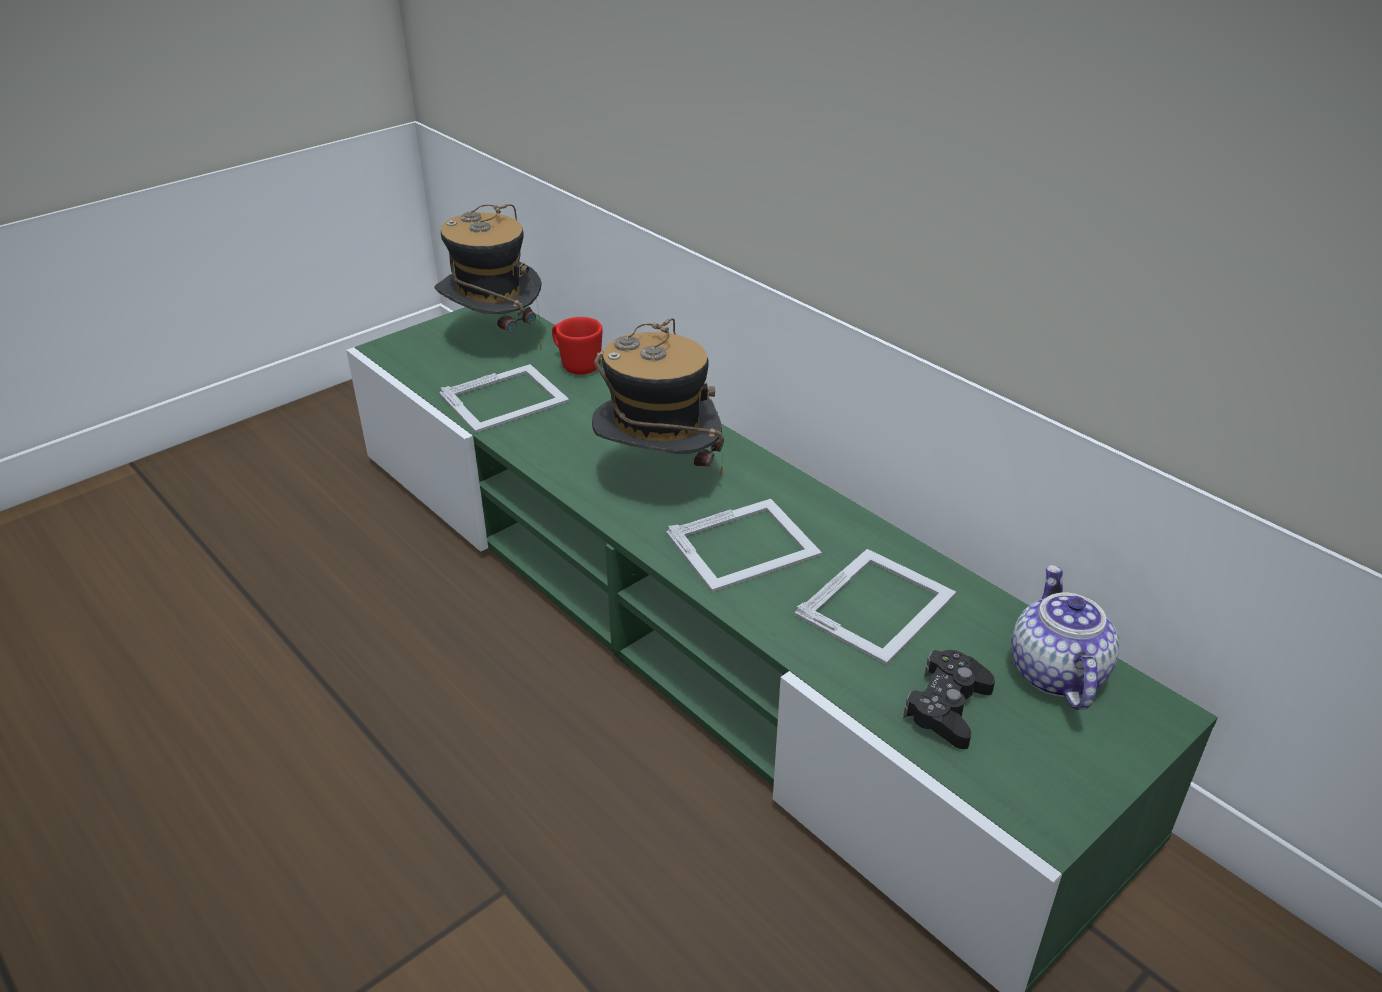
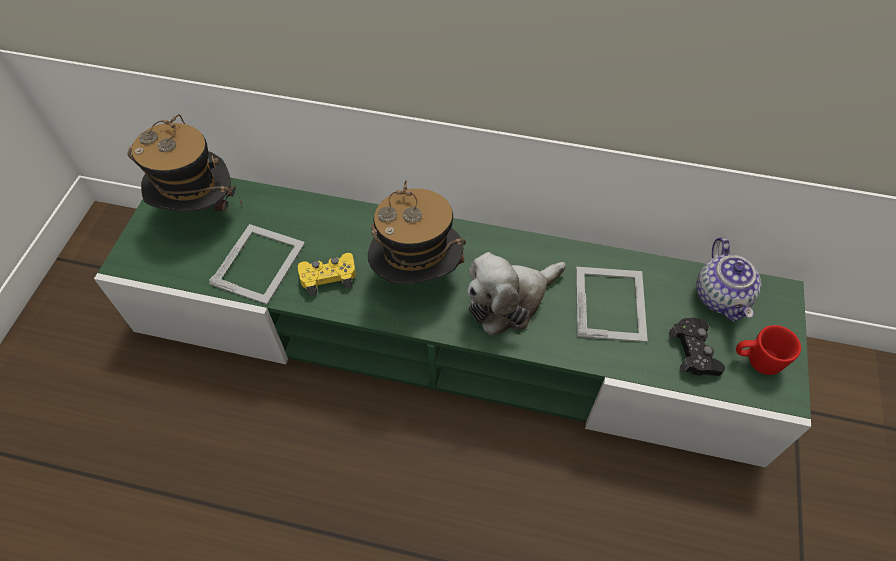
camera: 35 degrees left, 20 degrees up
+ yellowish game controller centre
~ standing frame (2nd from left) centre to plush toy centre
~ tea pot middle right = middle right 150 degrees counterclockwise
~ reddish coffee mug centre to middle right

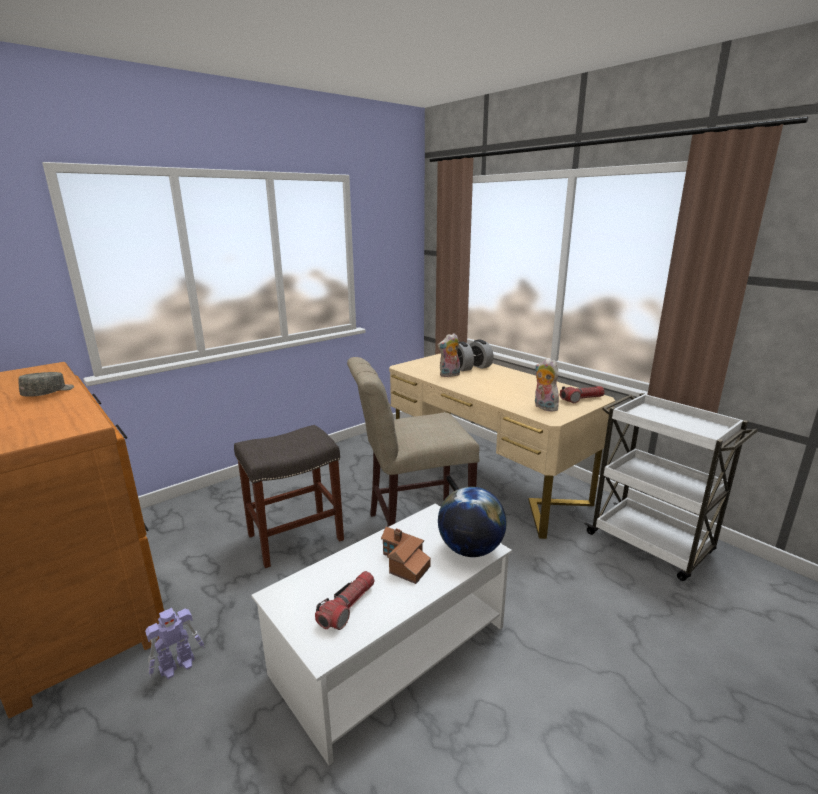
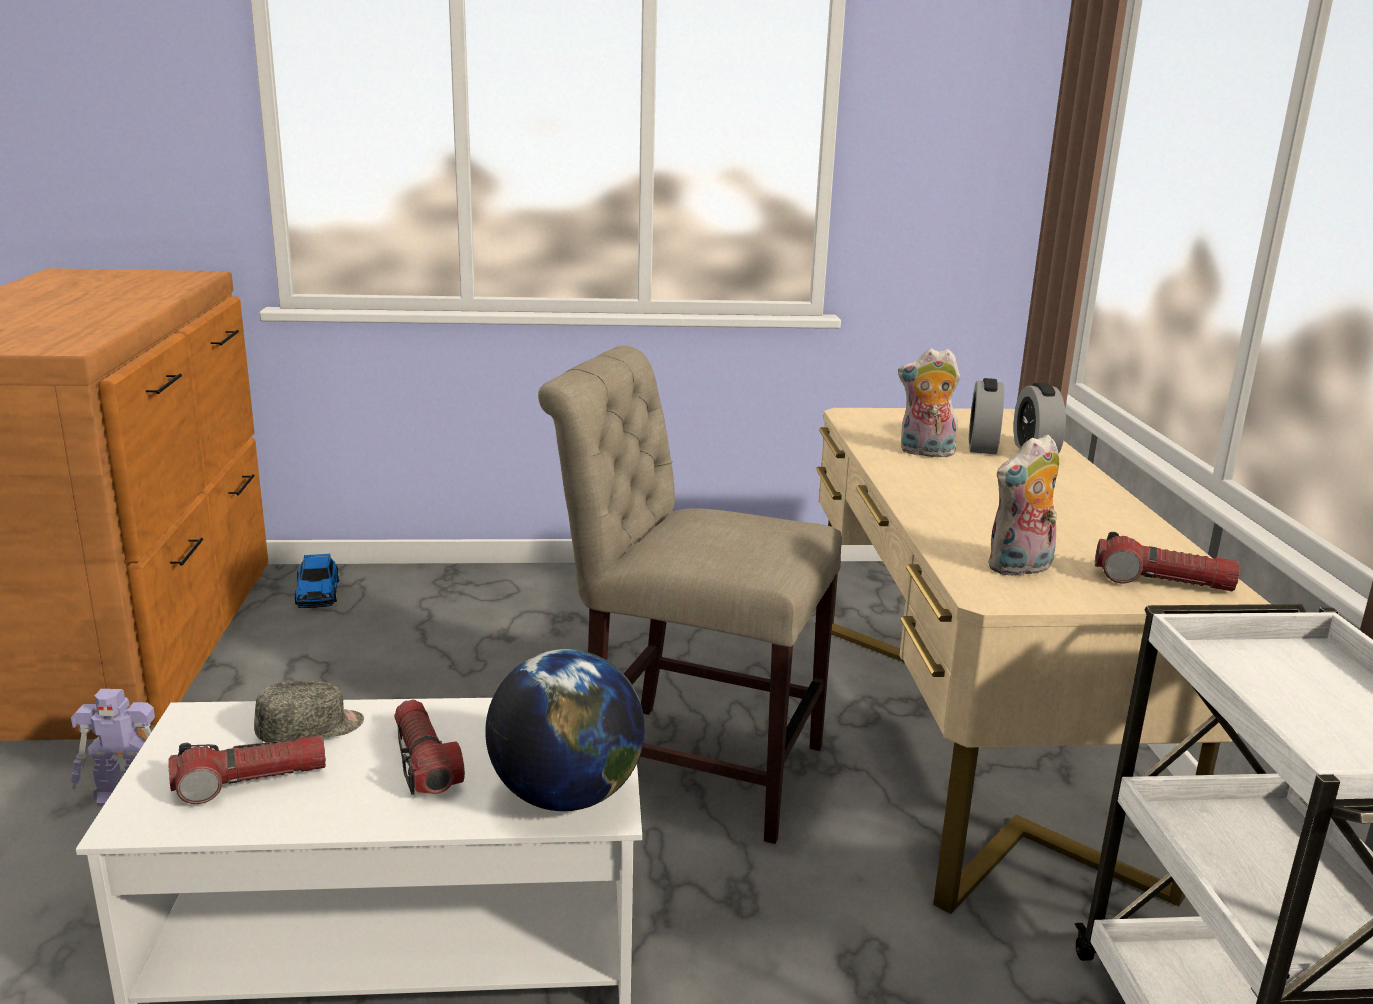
camera: 35 degrees right, 0 degrees up
~ gray peaked cap middle left to bottom left
+ model car middle left
~ miniature house bottom centre to hand torch (2nd from left) bottom left
~ plush toy (2nd from left) middle right = middle right 120 degrees counterclockwise
- gray stool seat centre

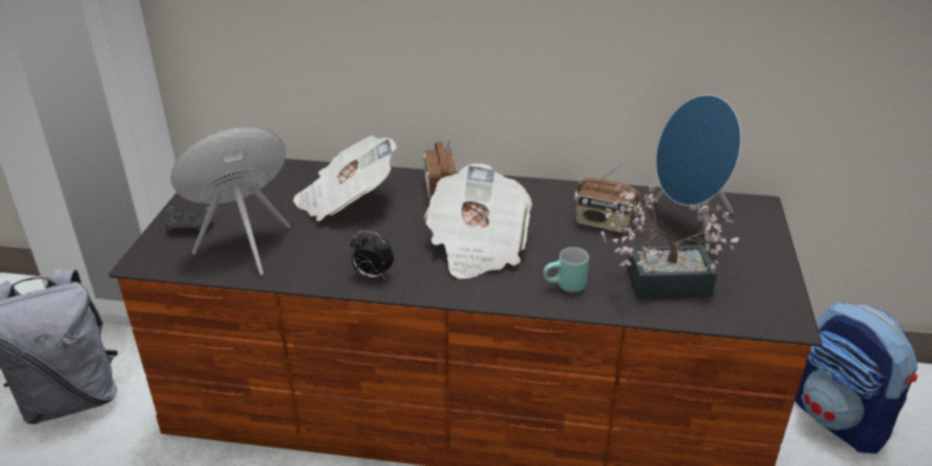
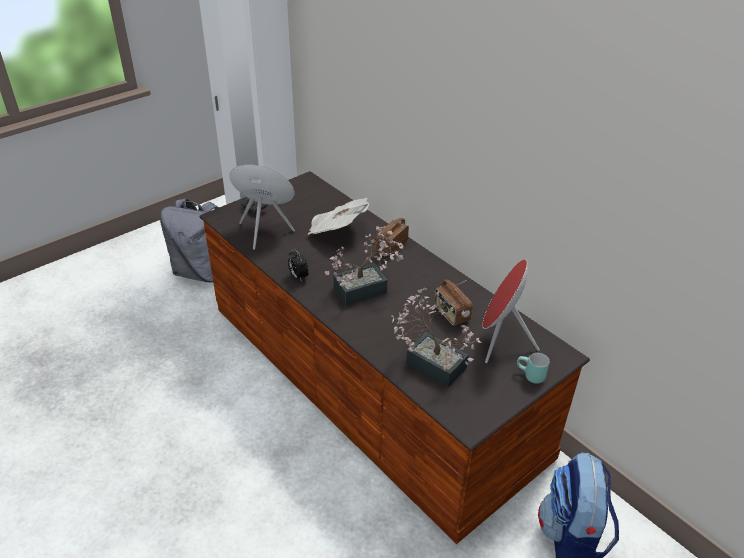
camera: 40 degrees right, 5 degrees up
~ daily paper (2nd from left) centre to potted plant (1st from left) centre
~ blue-coloured audio speaker (2nd from left) middle right to reddish audio speaker middle right
~ blue-green coffee mug centre to middle right

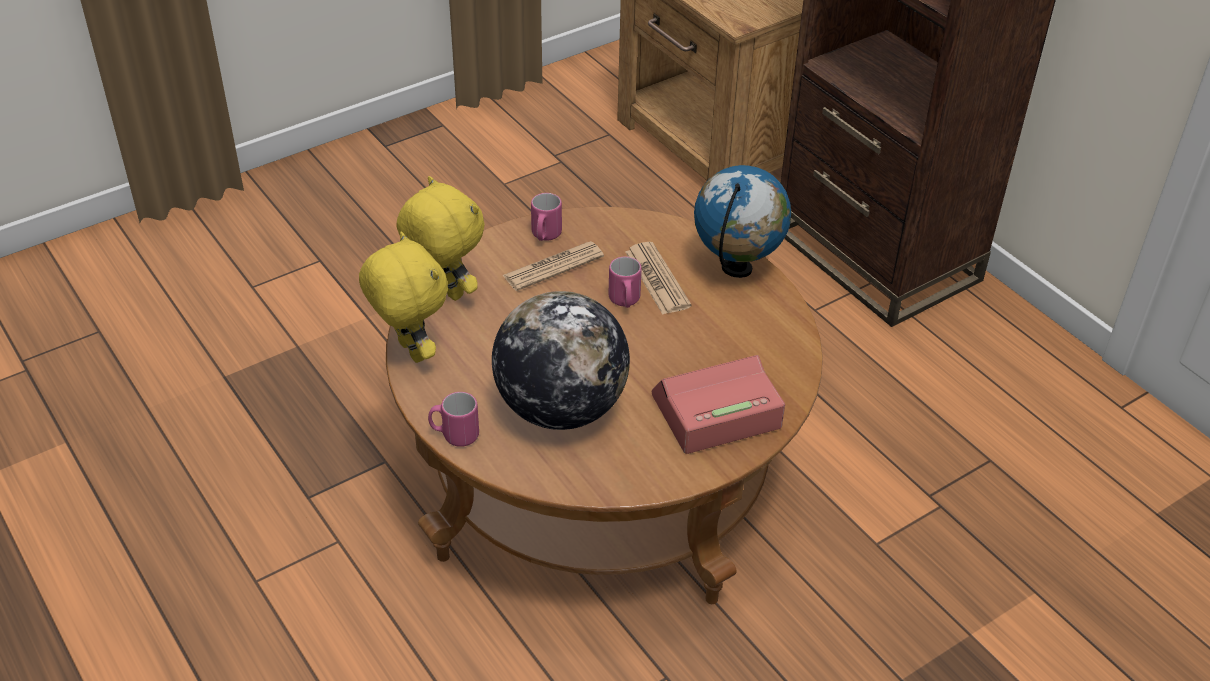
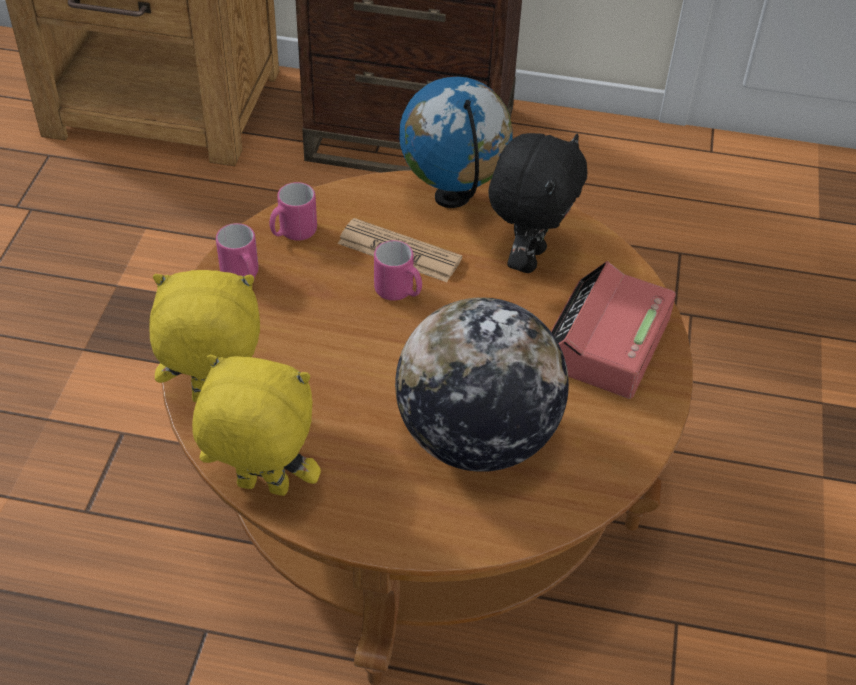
camera: 45 degrees left, 5 degrees up
~ pinkish coffee mug (1st from left in the first image) centre to pinkish coffee mug (2nd from left) top centre
+ blackish plush toy top centre
- daily paper (1st from left) centre

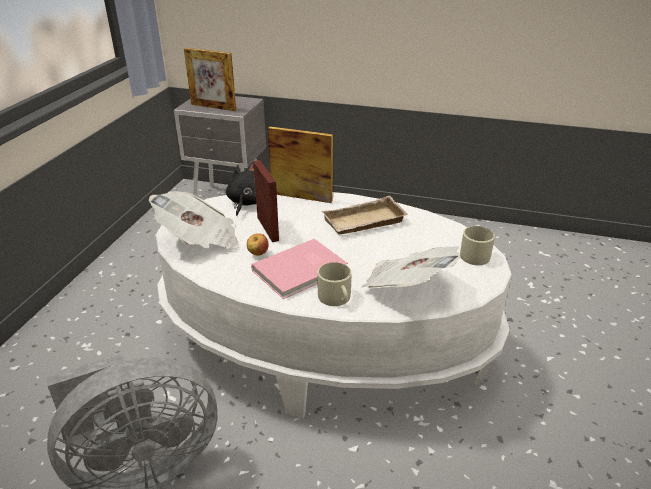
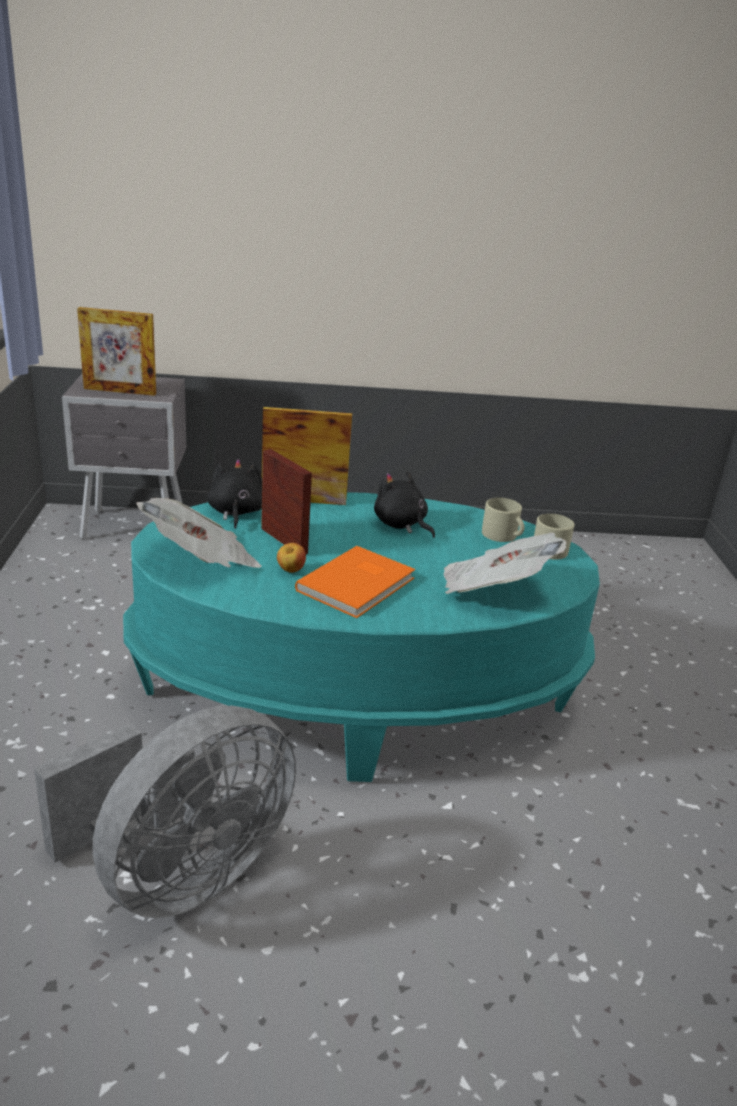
camera: 20 degrees left, 5 degrees down
~ white coffee table centre to blue-green coffee table centre
~ pinkish book centre to orange-coloured book centre
~ sand-coloured carrying tray centre to blackish plush toy (2nd from left) centre
~ sand-coloured coffee mug (1st from left) centre to middle right

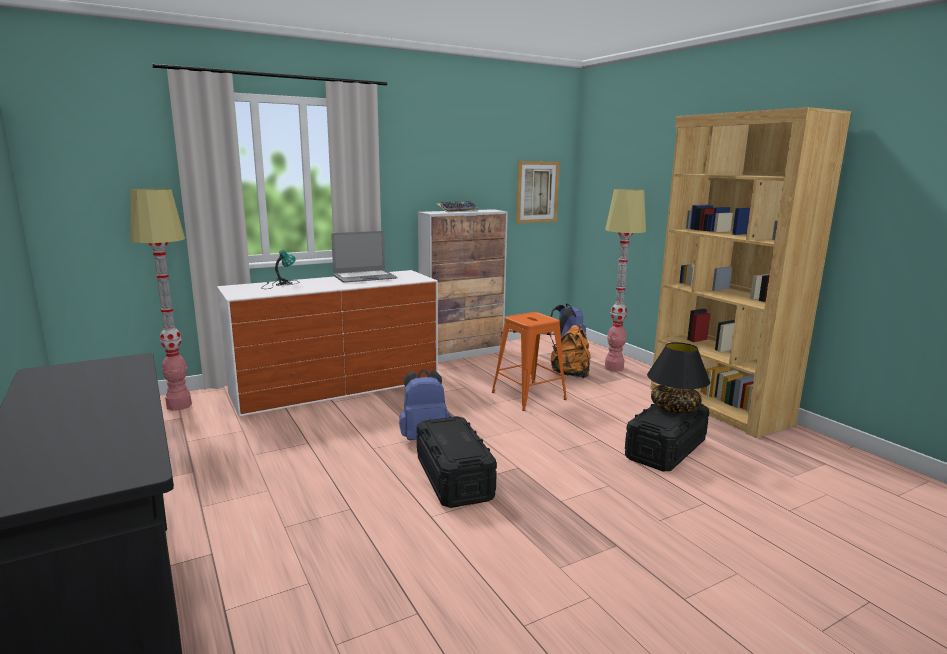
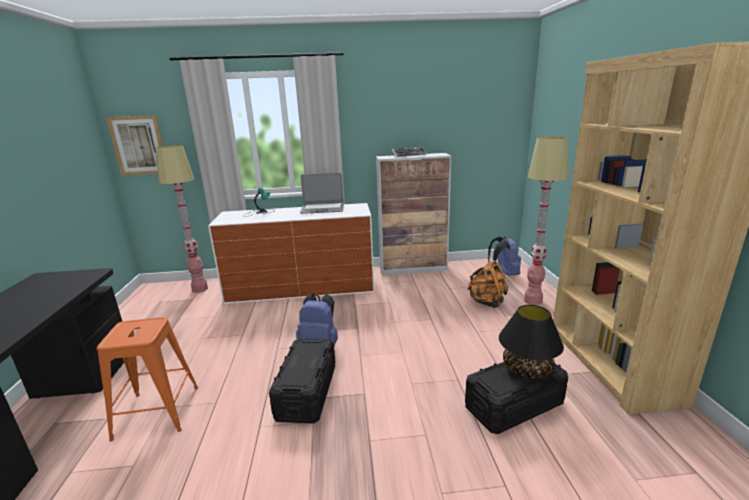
camera: 25 degrees right, 5 degrees up
~ orange-coloured stool seat centre to bottom left
~ picture top centre to top left

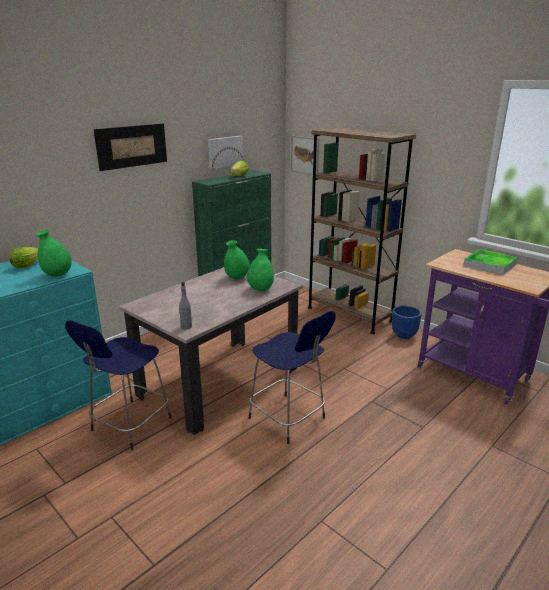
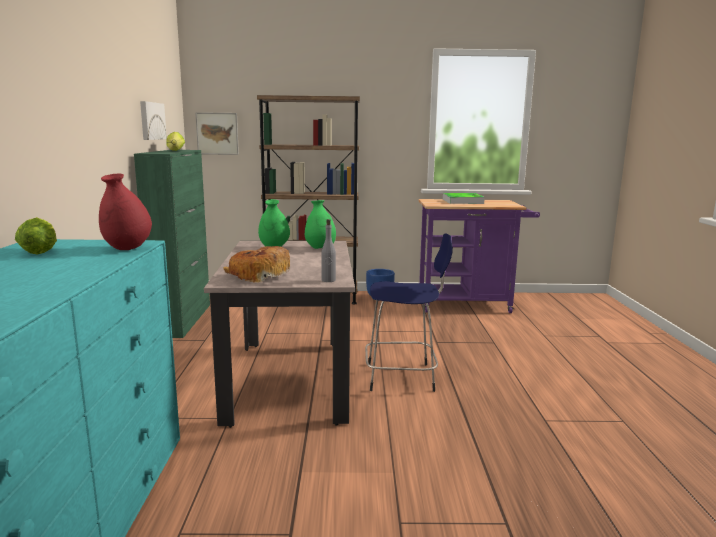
camera: 45 degrees left, 10 degrees down
~ green-coloured vase (1st from left) middle left to reddish vase middle left
+ bread centre
- blue-coloured stool seat (1st from left) middle left
- picture (1st from left) top left

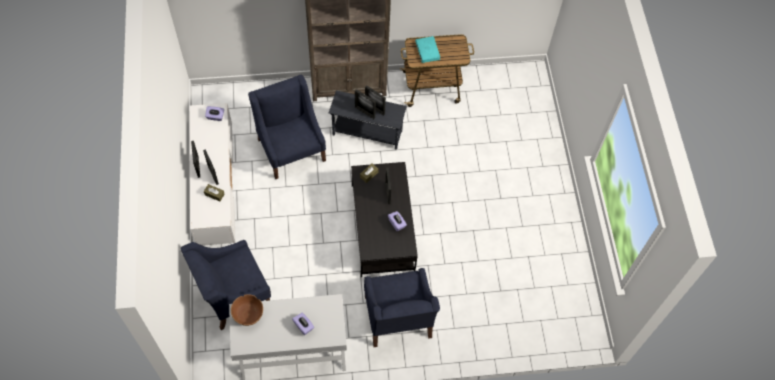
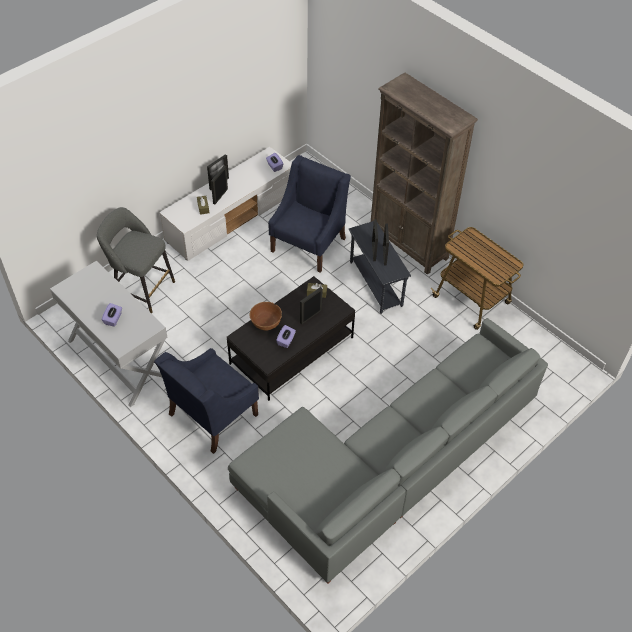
camera: 55 degrees right, 10 degrees down
~ blue-coloured lounge chair (1st from left) bottom left to gray stool seat middle left
+ gray settee bottom centre
~ brownish serving bowl bottom left to centre
- blue-green book top centre

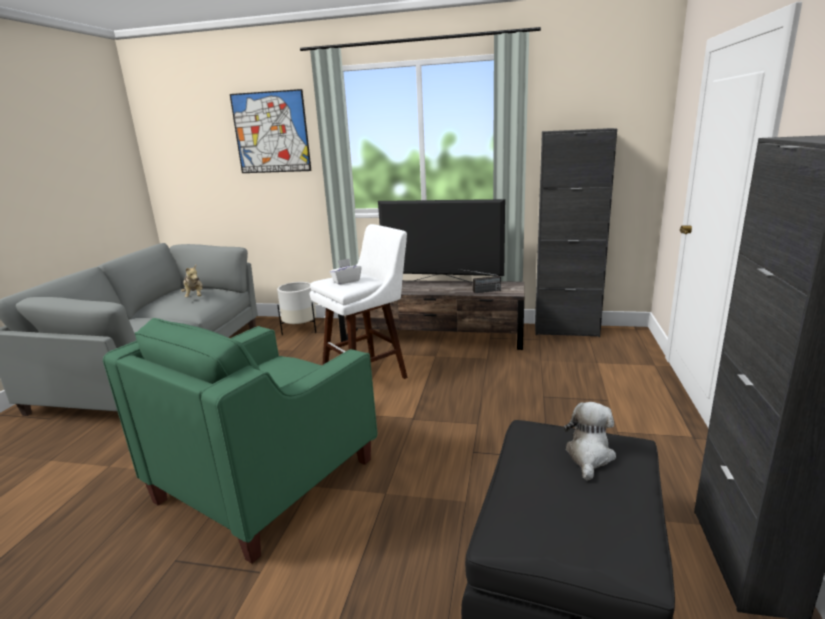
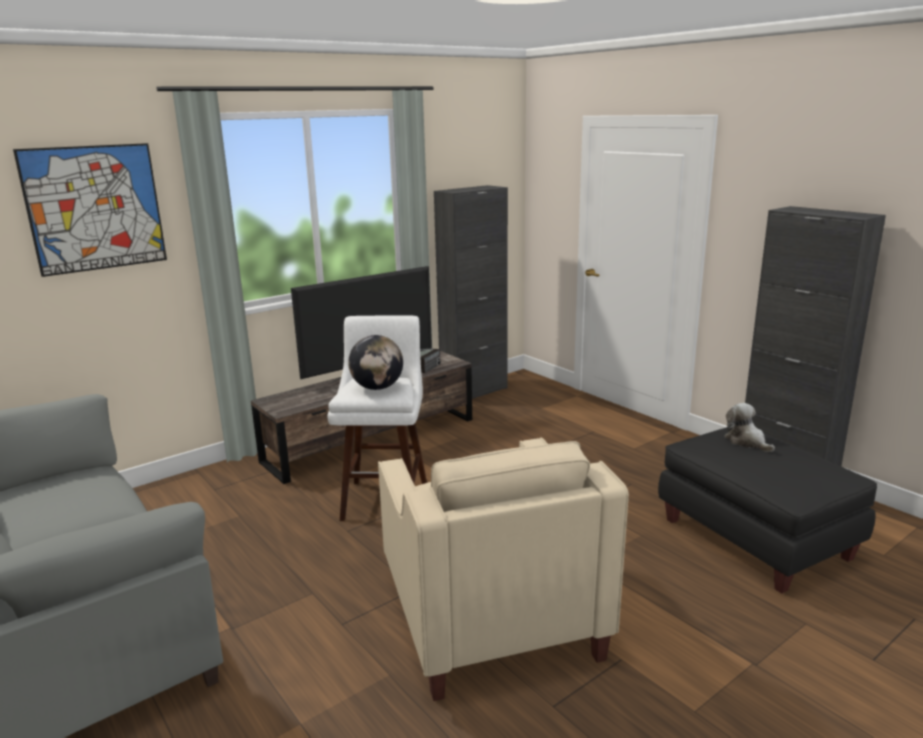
camera: 50 degrees left, 0 degrees up
~ white tissue box centre to globe centre
~ green-coloured lounge chair bottom left to sand-coloured lounge chair bottom centre
- plush toy (1st from left) middle left
- white flower pot centre

